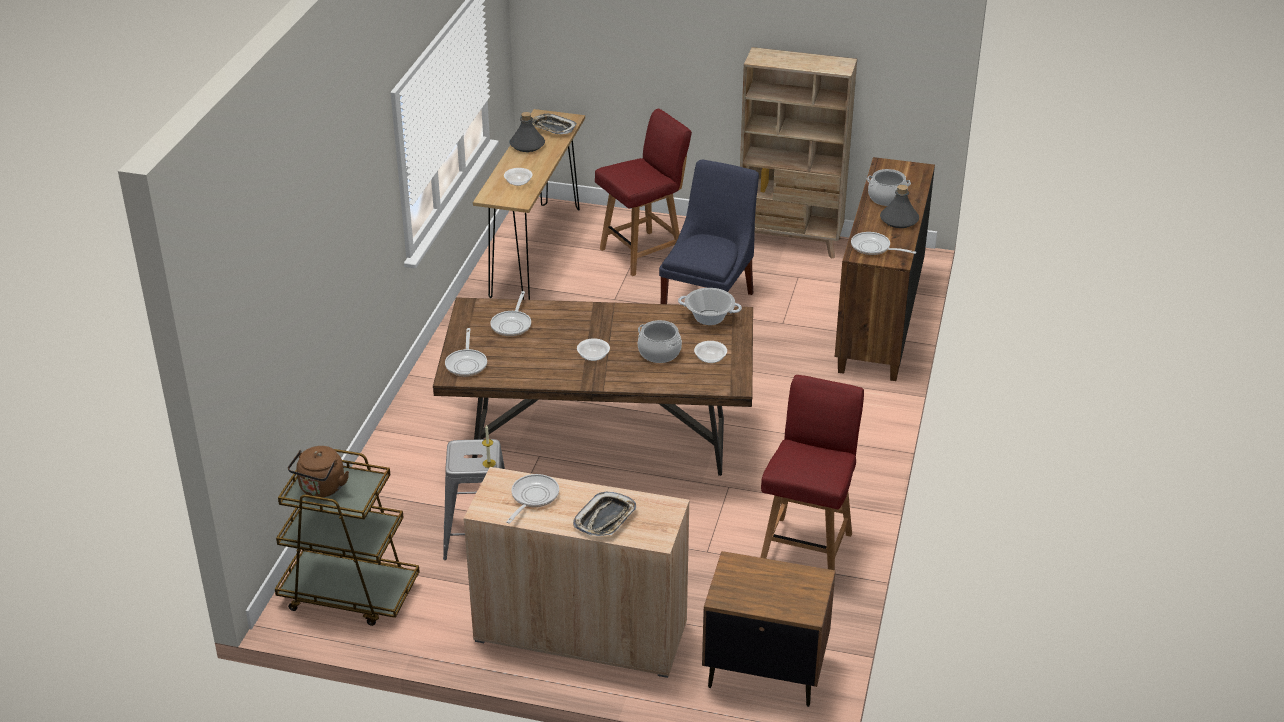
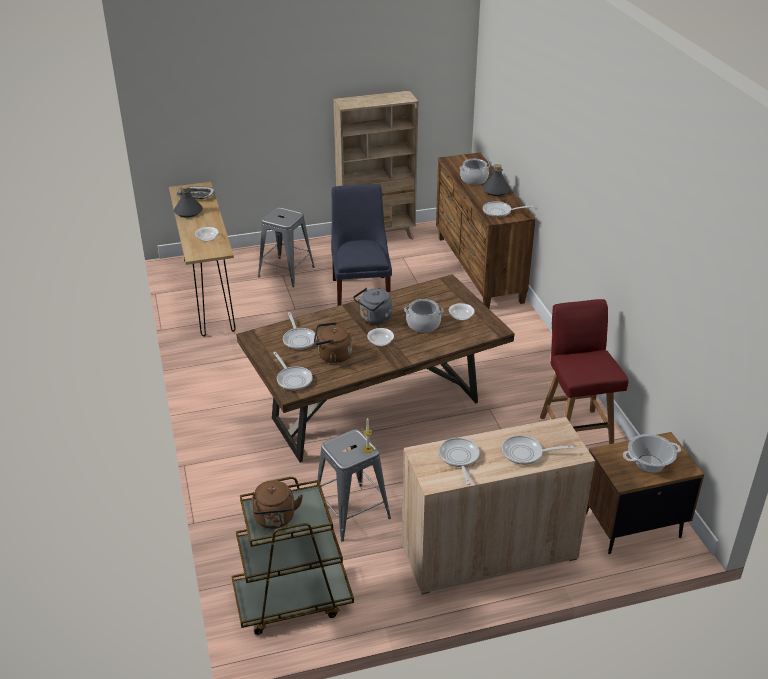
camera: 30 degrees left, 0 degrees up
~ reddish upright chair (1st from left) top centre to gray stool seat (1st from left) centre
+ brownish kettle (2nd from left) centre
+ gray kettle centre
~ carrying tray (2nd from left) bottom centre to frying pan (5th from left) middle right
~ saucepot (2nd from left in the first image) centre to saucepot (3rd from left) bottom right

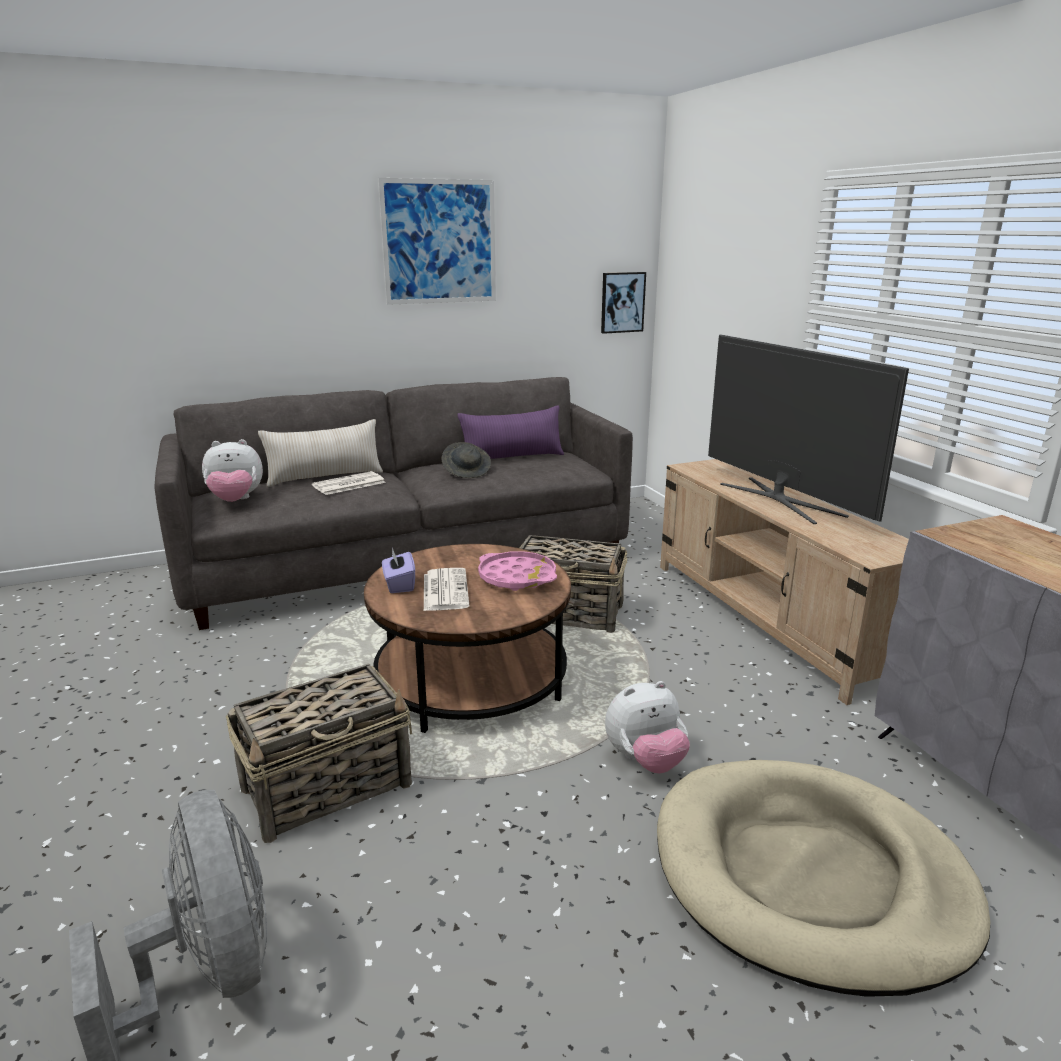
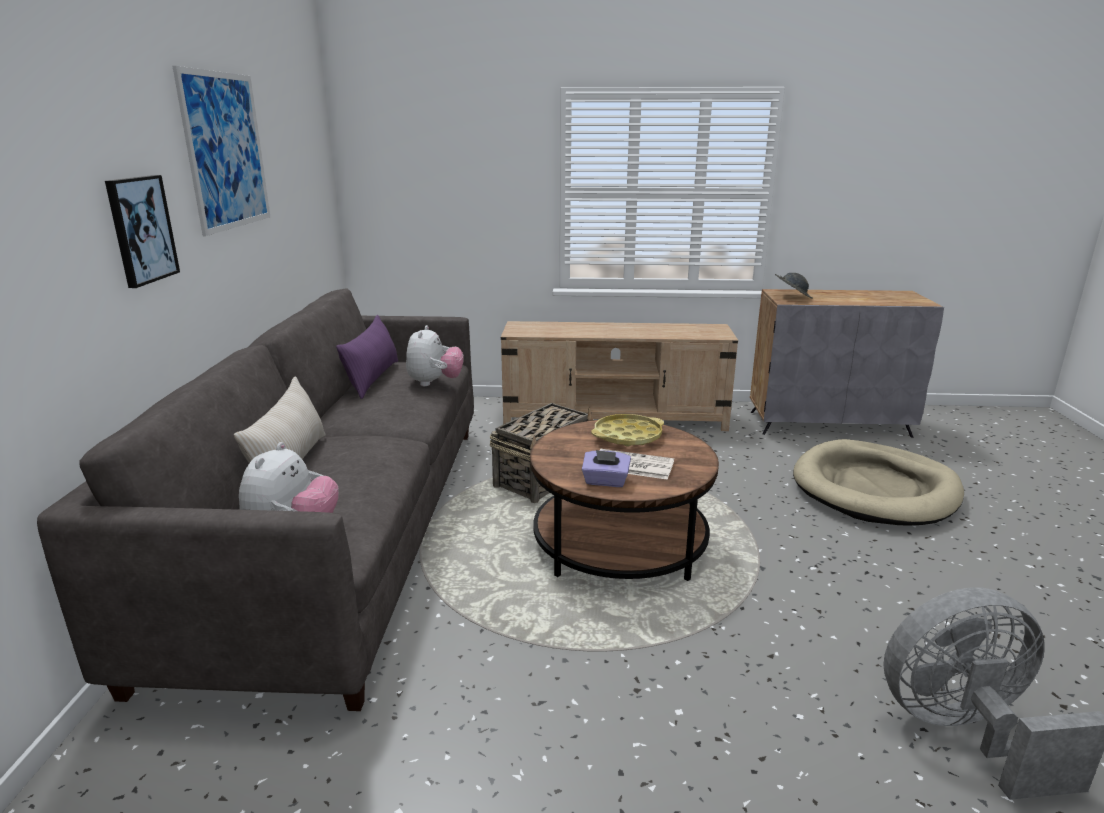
camera: 65 degrees left, 0 degrees up
~ picture (2nd from left in the first image) top centre to picture (1st from left) top left
~ plush toy (2nd from left) bottom centre to centre
~ pinkish carrying tray centre to yellowish carrying tray centre
~ gray hat centre to middle right
- basket (1st from left) bottom left
- daily paper (1st from left) middle left
- television middle right

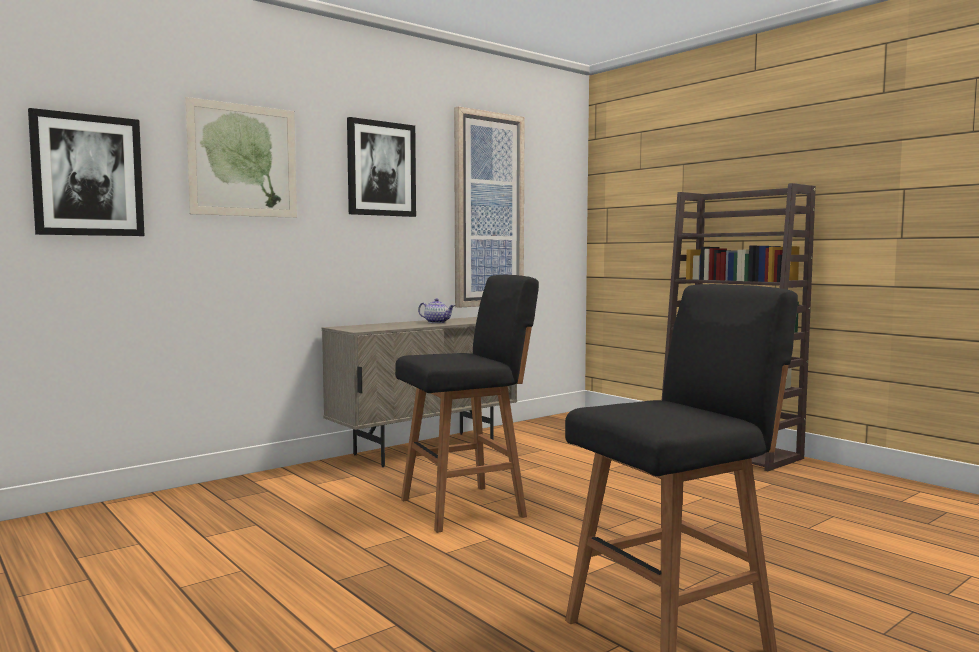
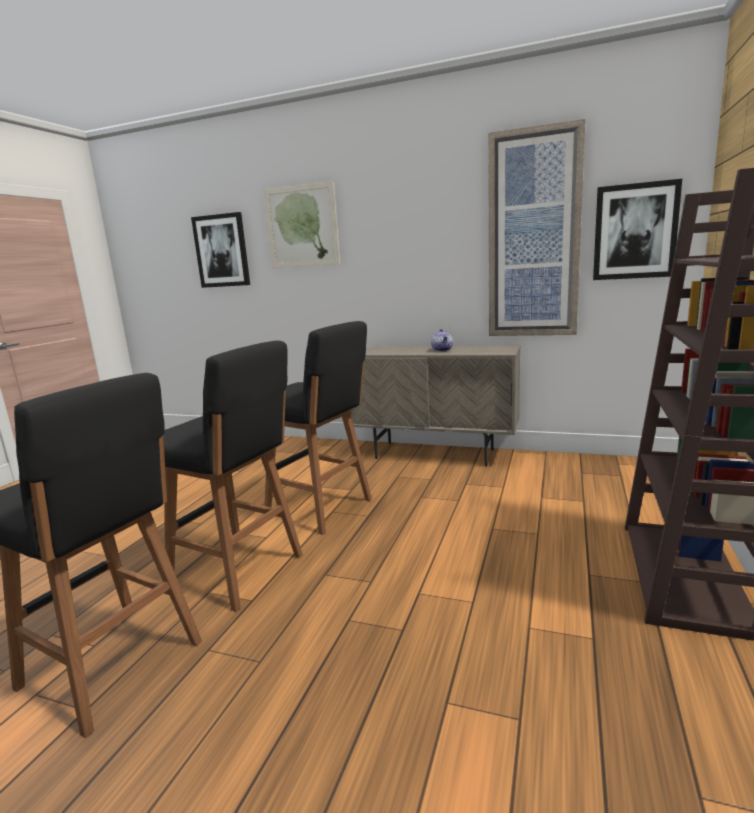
camera: 60 degrees right, 10 degrees up
+ blackish stool seat (2nd from left) middle left
~ picture (3rd from left in the first image) top centre to picture (4th from left) top right

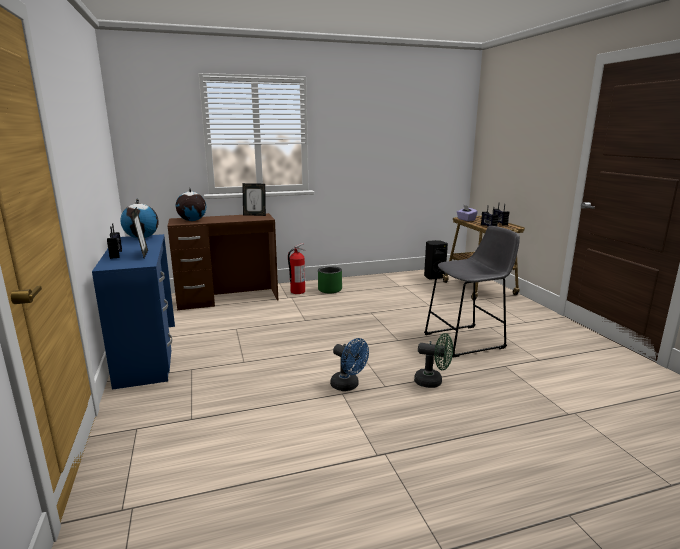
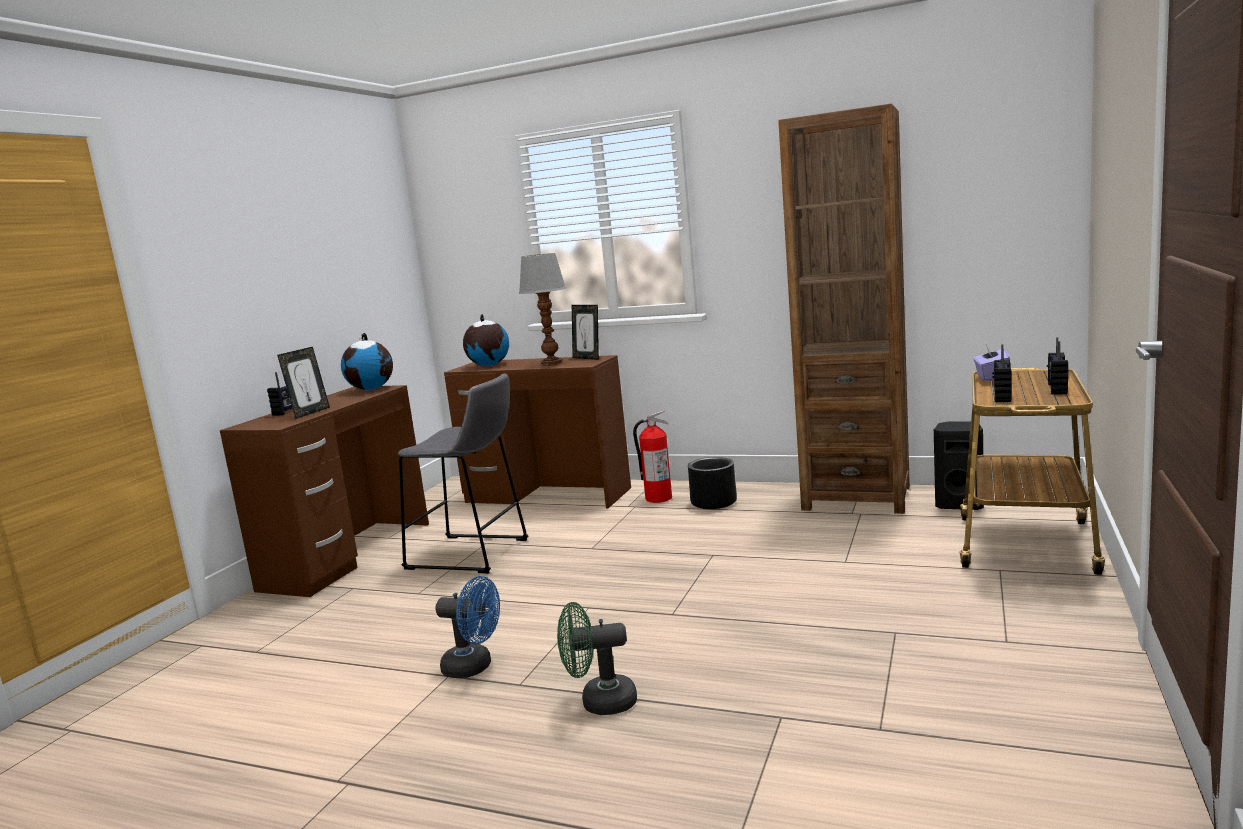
camera: 40 degrees right, 5 degrees down
~ blue-coloured desk middle left to brownish desk (1st from left) middle left
~ gray stool seat middle right to centre
~ blue-coloured electric fan centre = bottom centre 60 degrees counterclockwise
+ table lamp centre
~ green-coloured electric fan centre = bottom centre 120 degrees clockwise
~ green-coloured flower pot centre to blackish flower pot centre
+ brownish bookcase middle right

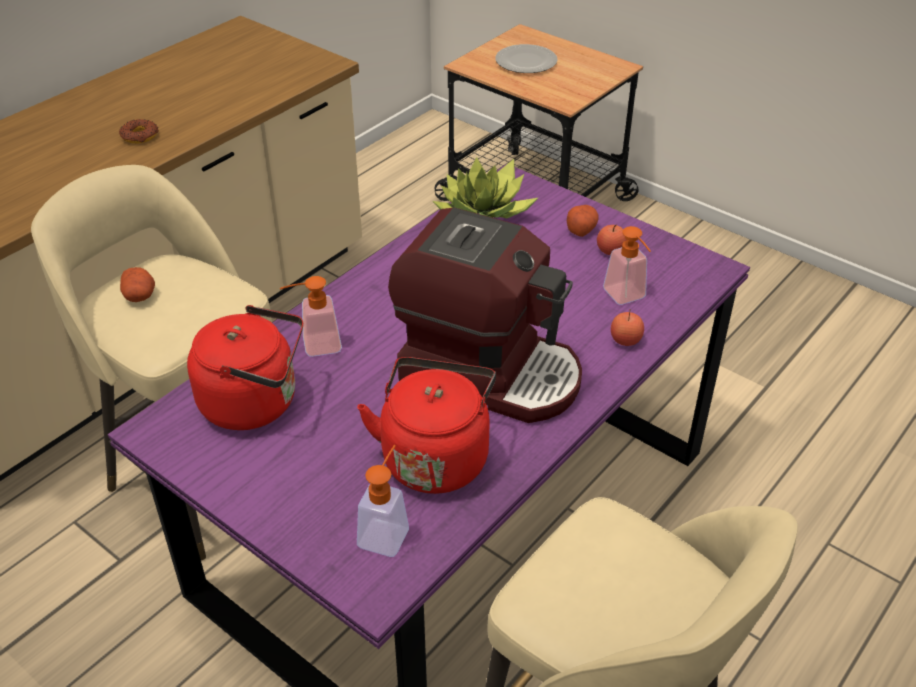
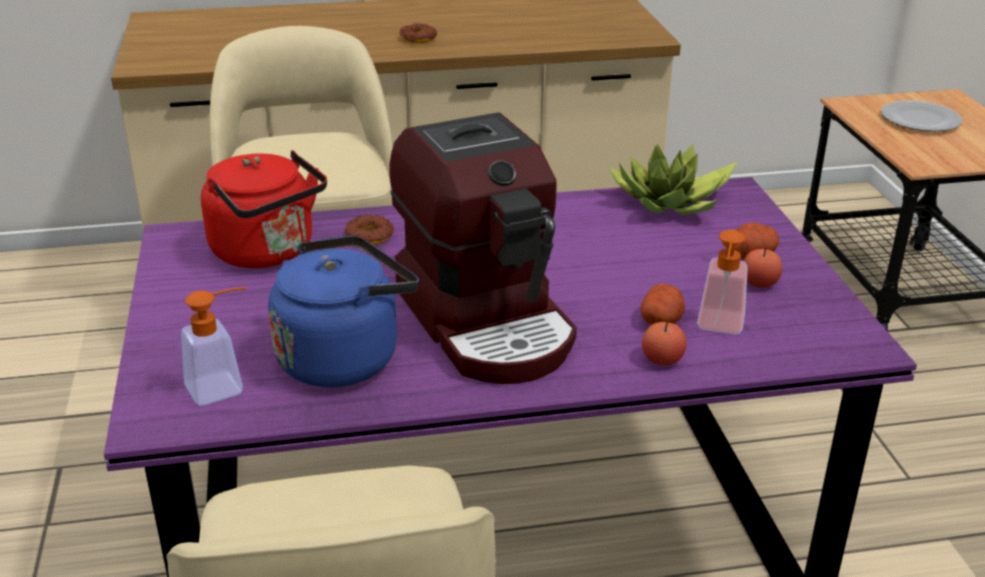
camera: 40 degrees right, 10 degrees down
~ reddish kettle (2nd from left) centre to blue-coloured kettle centre
~ liquid soap bottle (1st from left) centre to donut (1st from left) centre
~ whole potato (1st from left) middle left to middle right

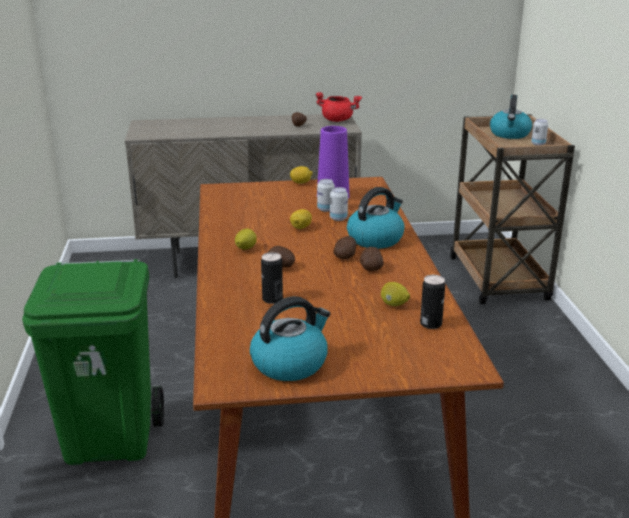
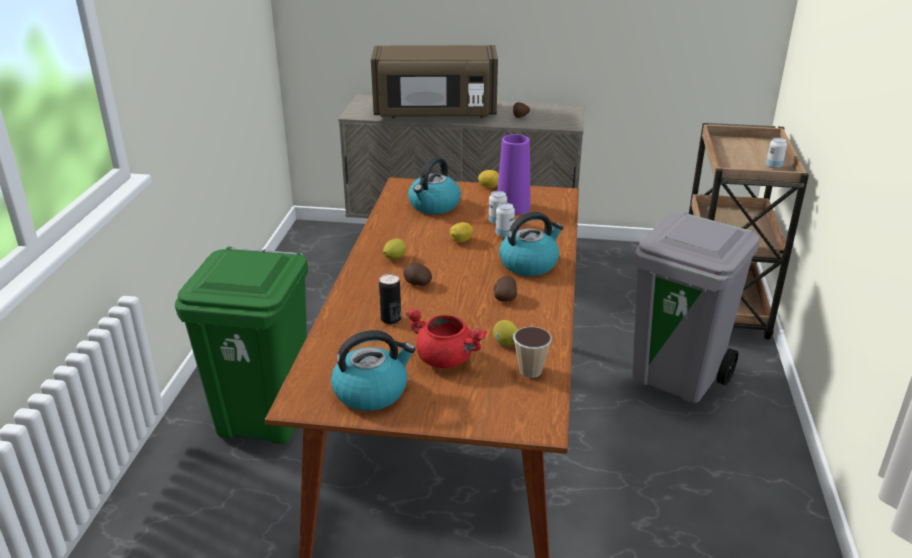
camera: 15 degrees right, 5 degrees up
+ brownish kitchen microwave top centre
~ reddish saucepot top centre to centre
~ kettle (3rd from left in the first image) top right to kettle (2nd from left) top centre
~ metal can (4th from left) middle right to drinking cup centre
+ gray waste bin middle right
- whole potato (3rd from left) centre

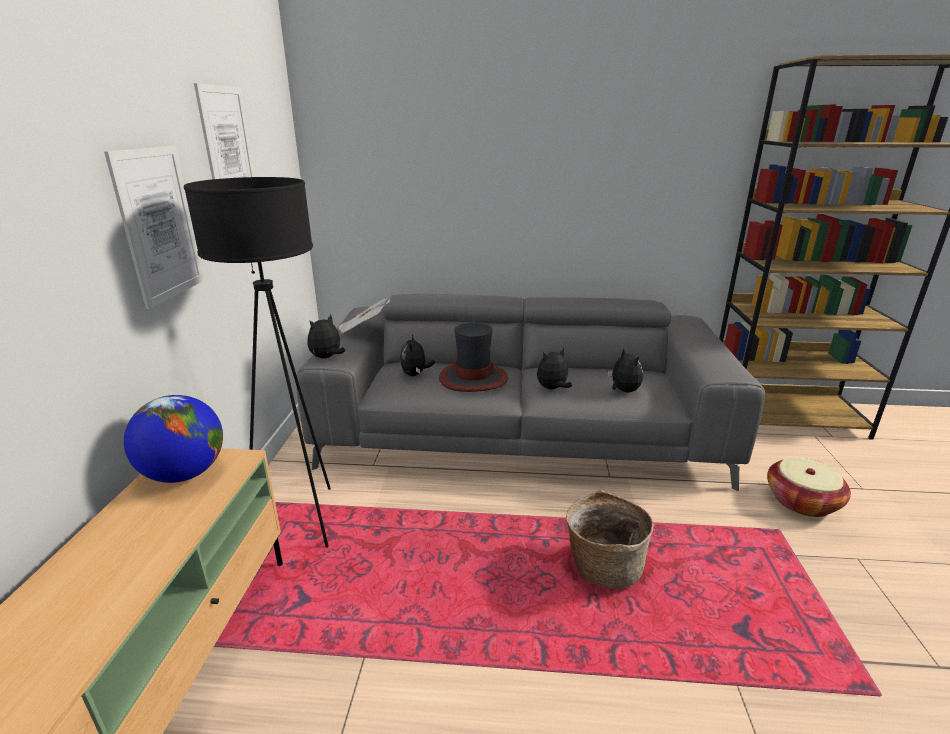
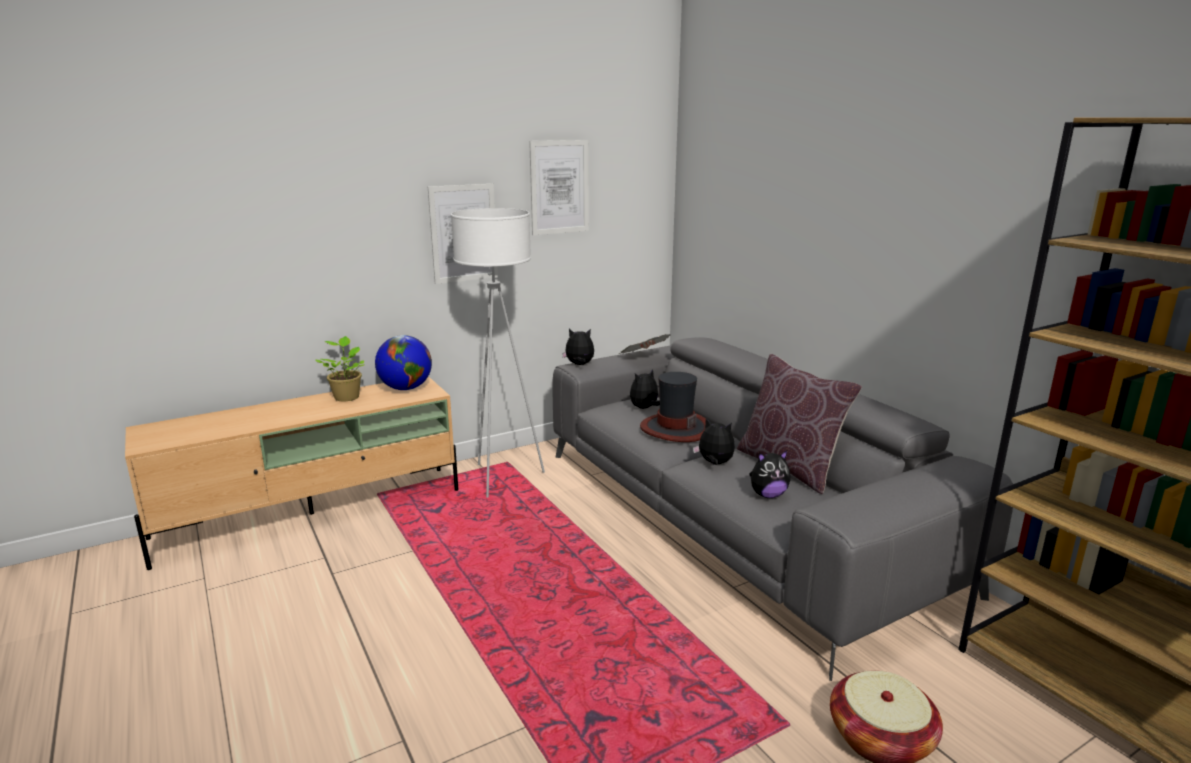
camera: 55 degrees right, 5 degrees down
+ potted plant middle left
~ blackish standing lamp middle left to white standing lamp centre
+ brownish cushion middle right
~ plush toy (4th from left) centre = centre 45 degrees clockwise
- basket (1st from left) bottom centre

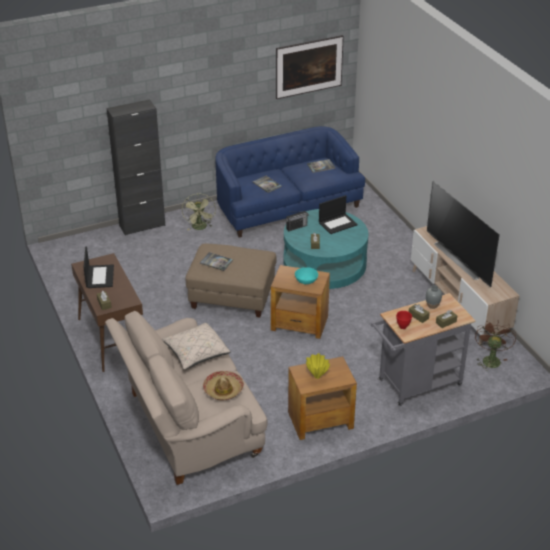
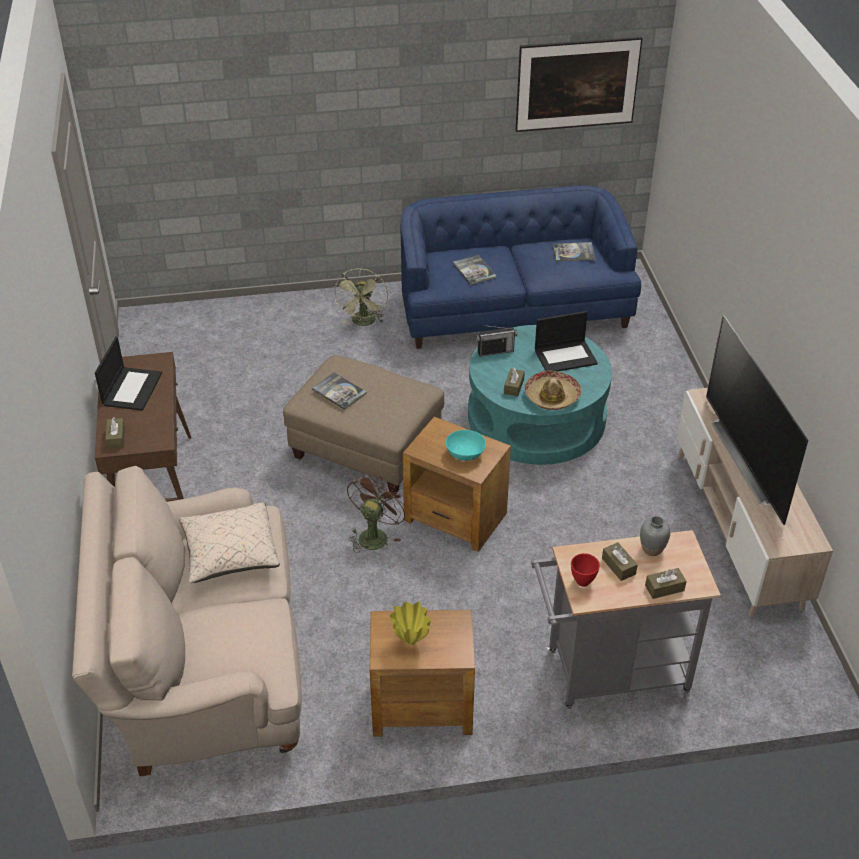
camera: 15 degrees right, 5 degrees up
~ brownish electric fan middle right to centre
~ hat bottom centre to centre
- blackish storage cabinet top left

